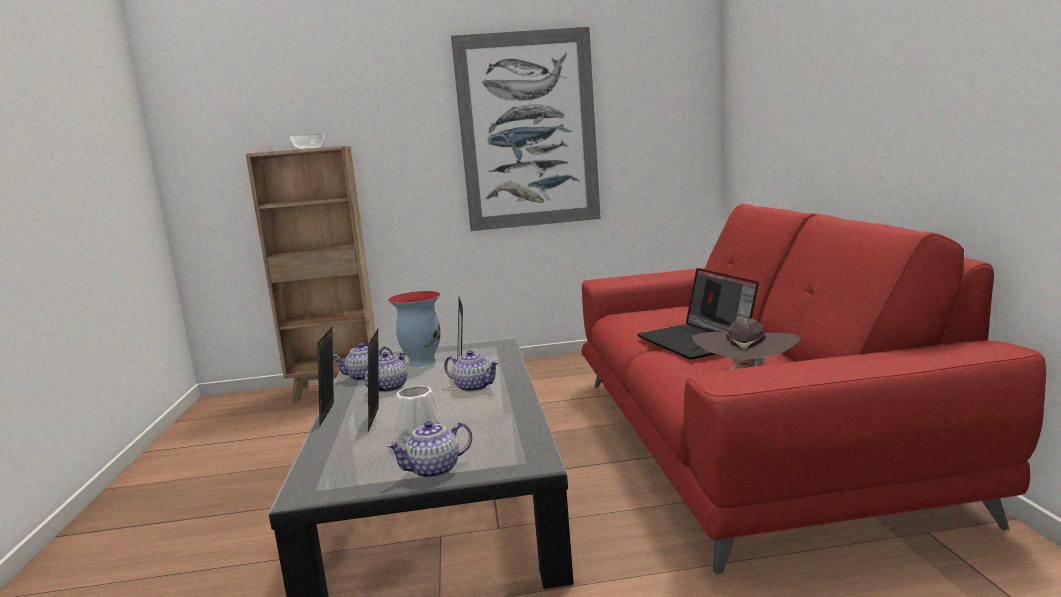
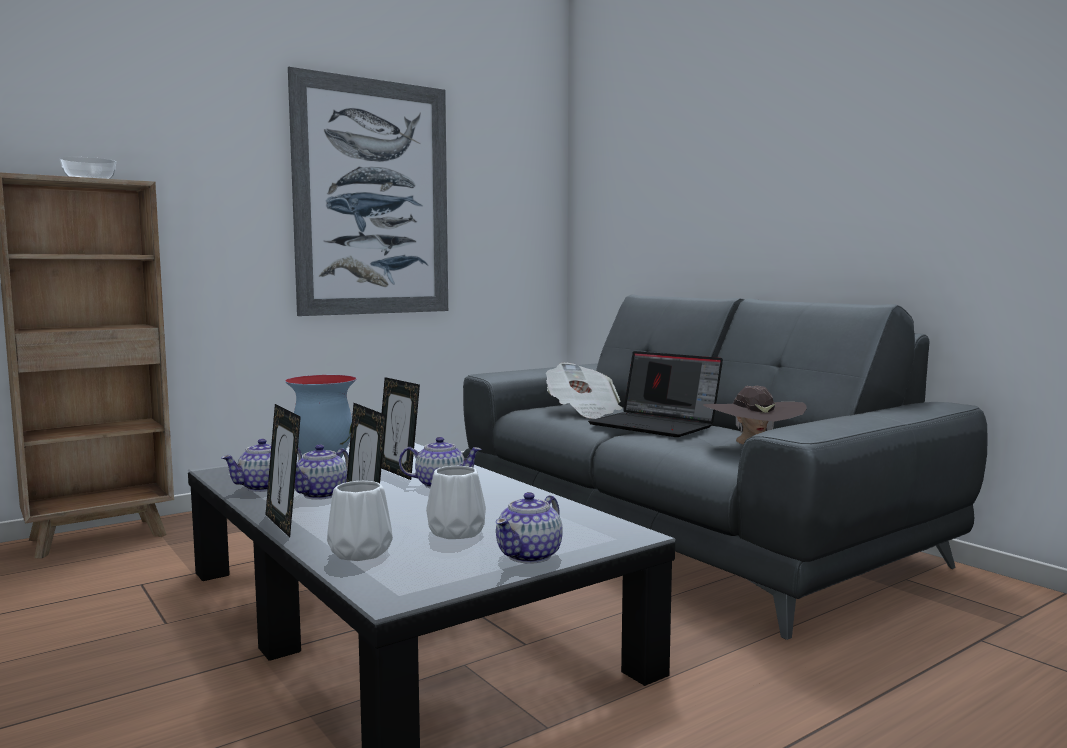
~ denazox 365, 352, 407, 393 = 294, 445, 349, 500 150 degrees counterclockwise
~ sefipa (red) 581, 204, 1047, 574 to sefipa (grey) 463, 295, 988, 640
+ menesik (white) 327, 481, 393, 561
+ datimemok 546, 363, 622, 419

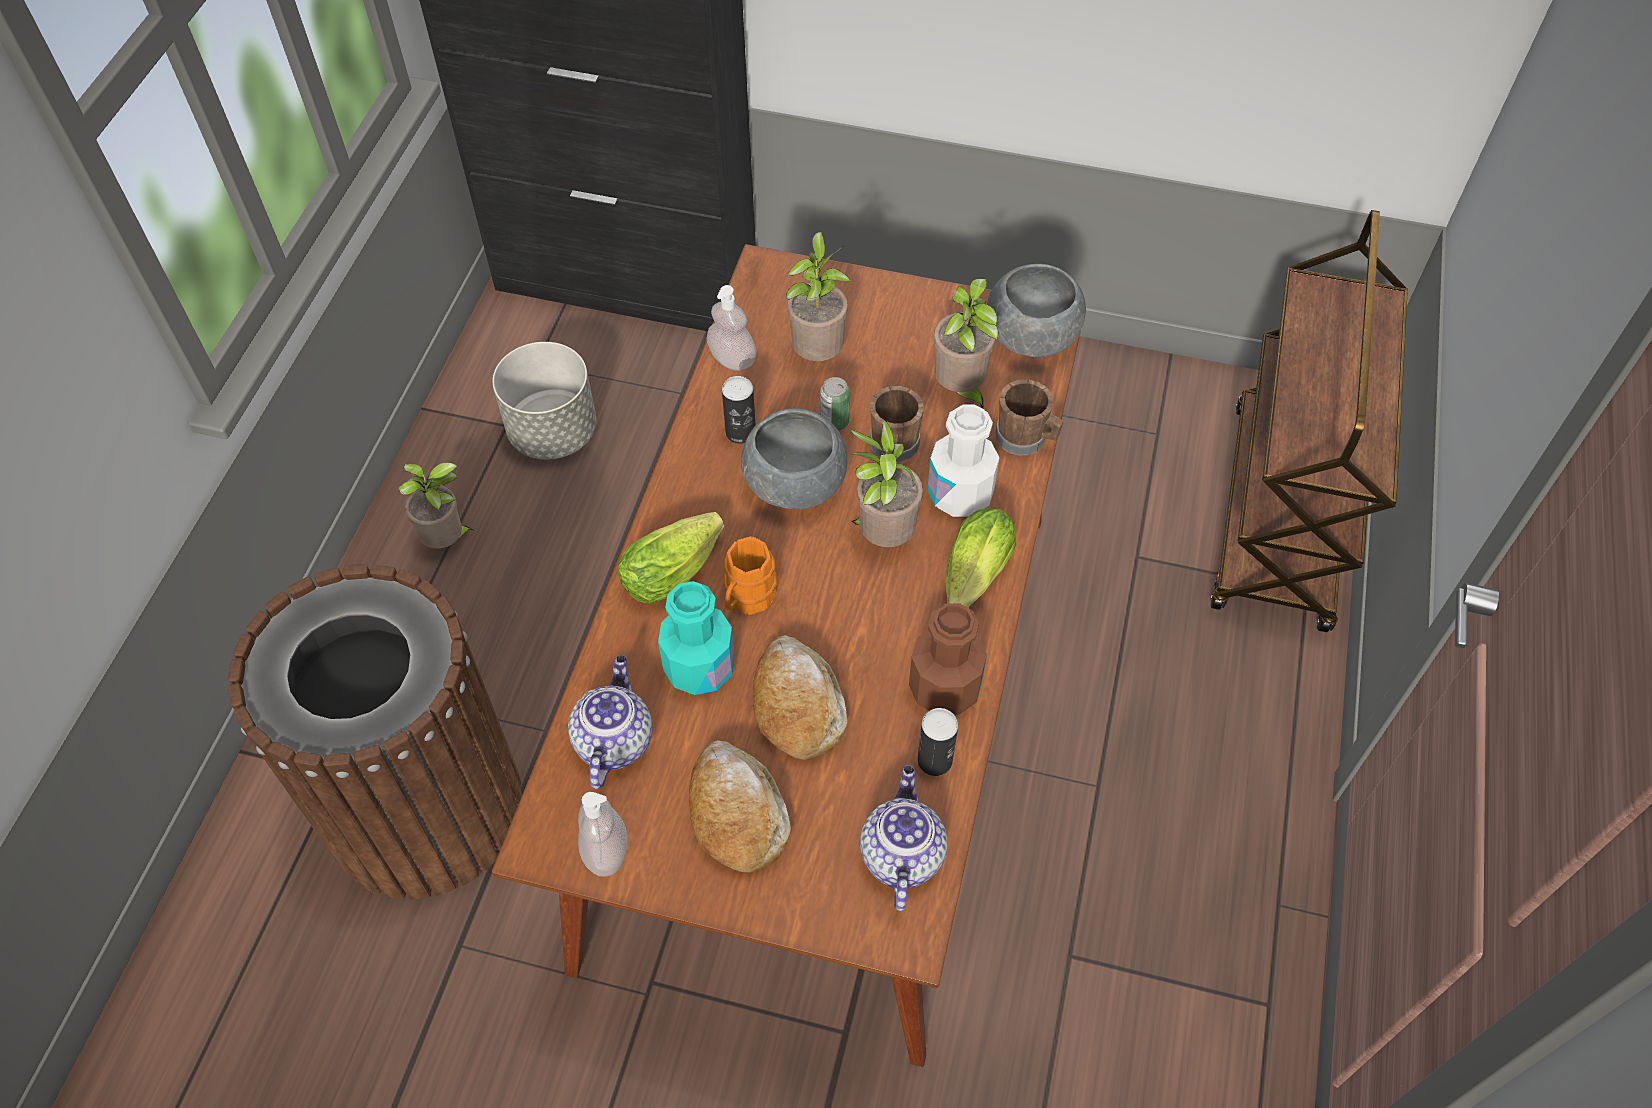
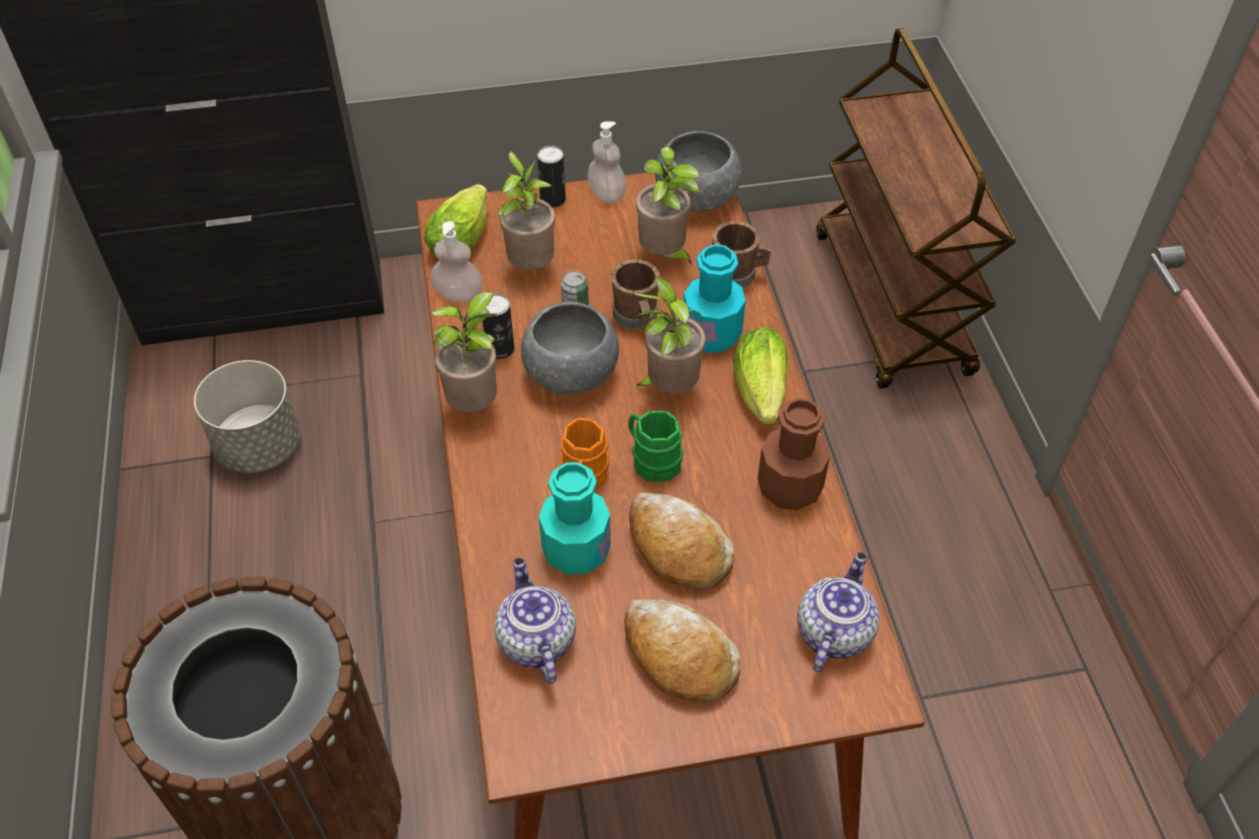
~ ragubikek 398, 463, 475, 549 to 431, 291, 497, 412
~ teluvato 578, 792, 628, 877 to 587, 121, 626, 203
~ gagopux 618, 512, 724, 604 to 424, 184, 488, 255
~ denazox 860, 765, 948, 911 = 797, 552, 879, 672 45 degrees clockwise
~ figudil 917, 708, 958, 776 to 537, 145, 566, 208
~ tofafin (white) 927, 404, 999, 517 to tofafin (turquoise) 684, 244, 746, 353
+ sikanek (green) 628, 411, 684, 482

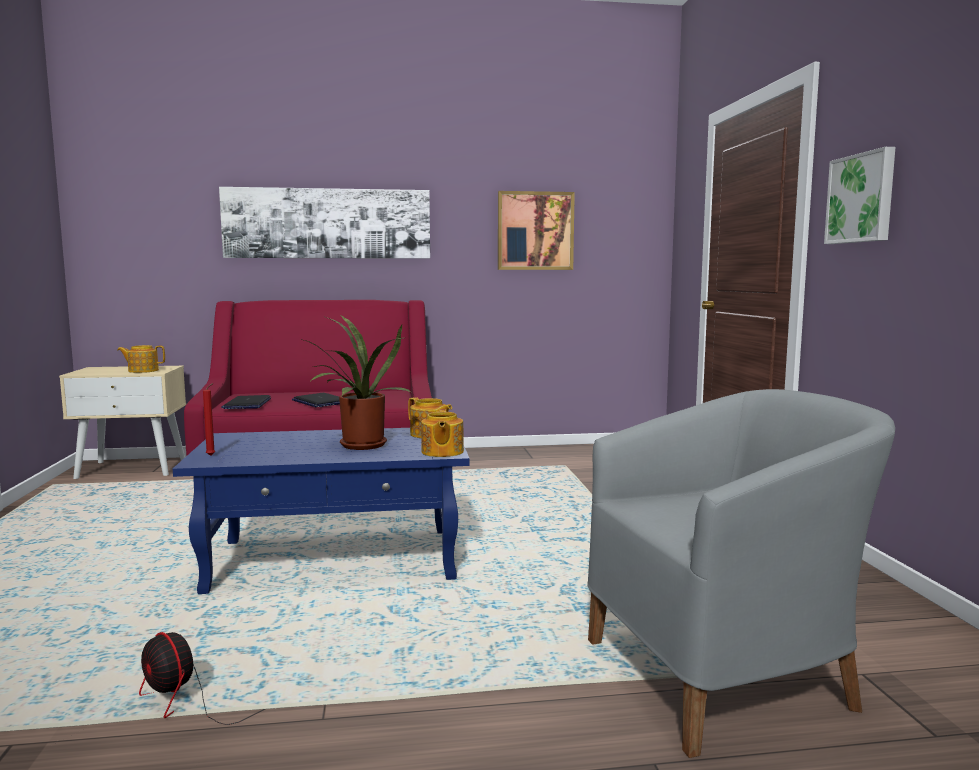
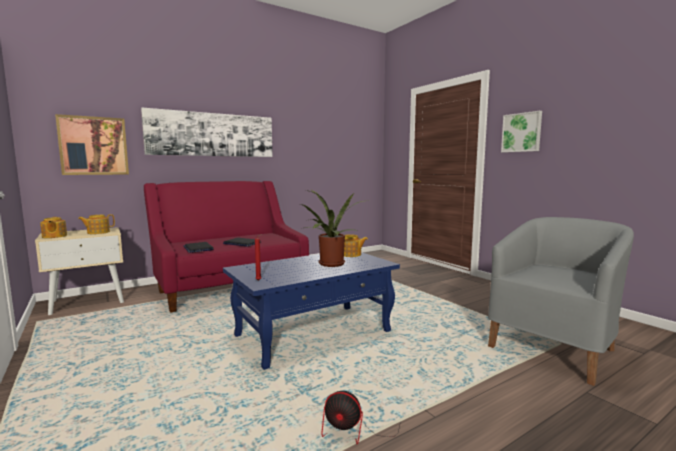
~ denazox 421, 409, 464, 457 to 40, 217, 67, 238
~ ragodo 498, 191, 575, 270 to 55, 114, 129, 175

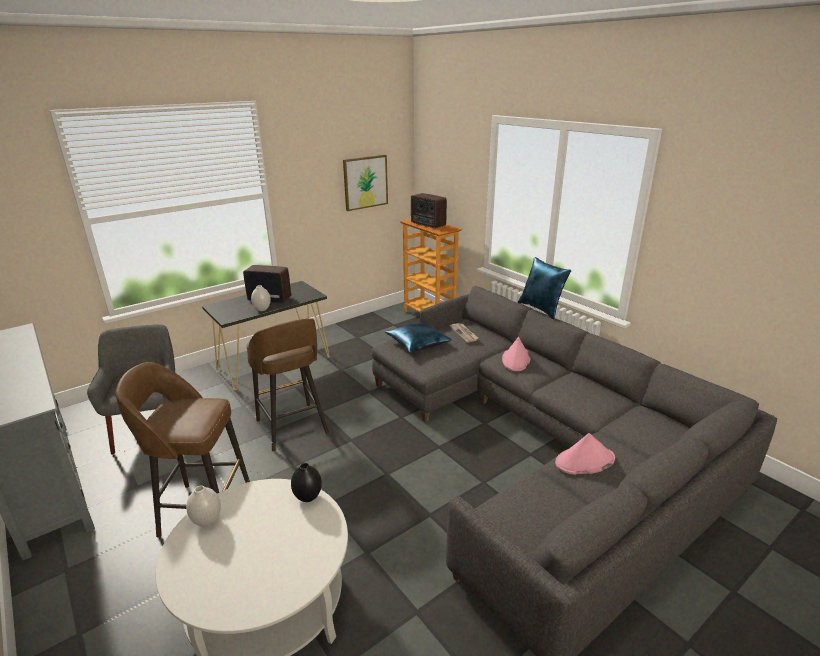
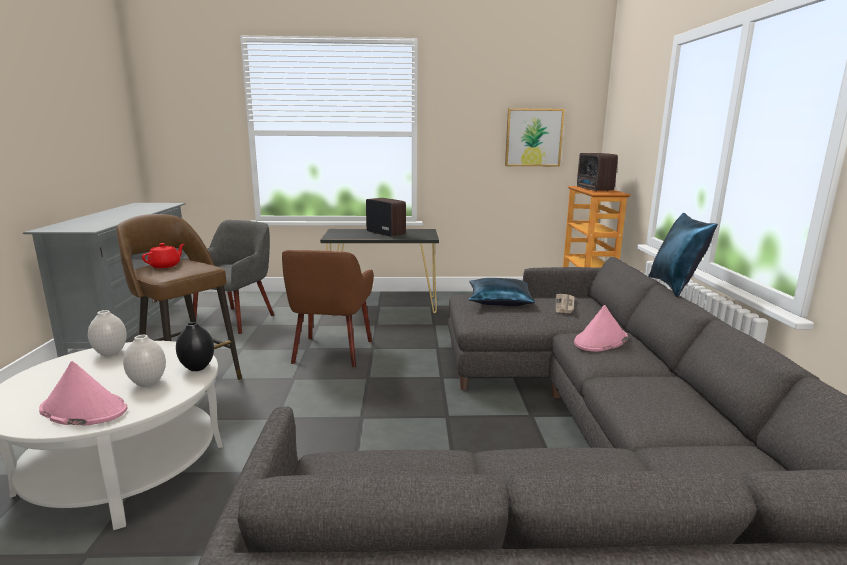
~ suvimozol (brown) 247, 318, 329, 452 to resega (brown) 282, 250, 374, 367
~ menesik (white) 251, 285, 271, 311 to 123, 335, 166, 387
~ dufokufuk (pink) 555, 433, 615, 475 to 39, 361, 127, 425
+ denazox (red) 142, 243, 184, 268

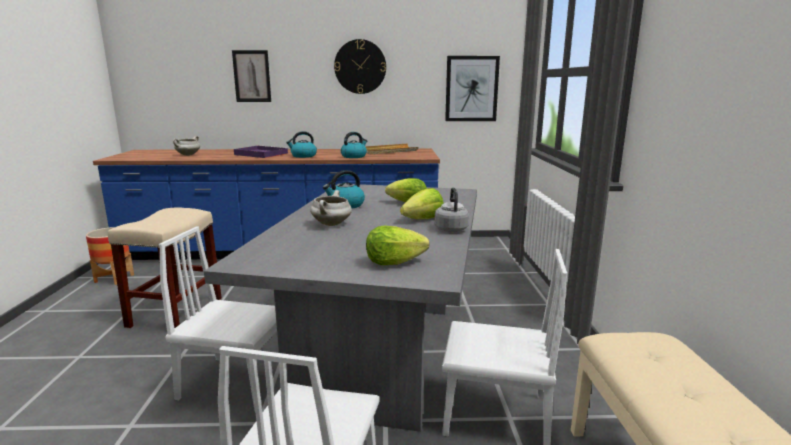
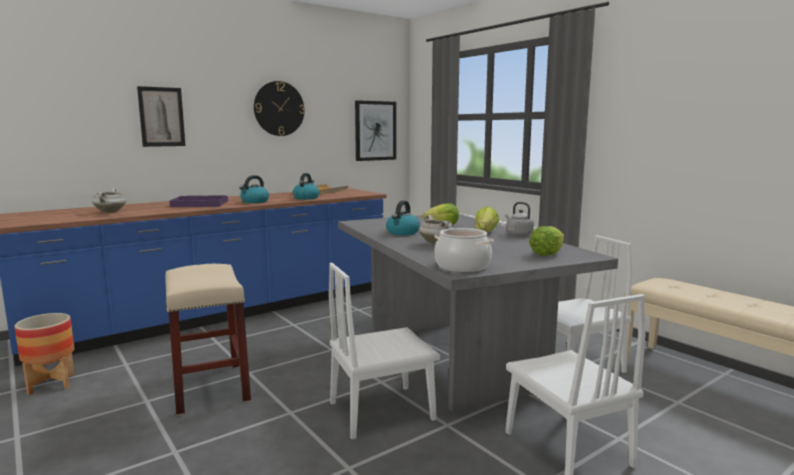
+ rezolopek 435, 228, 493, 272

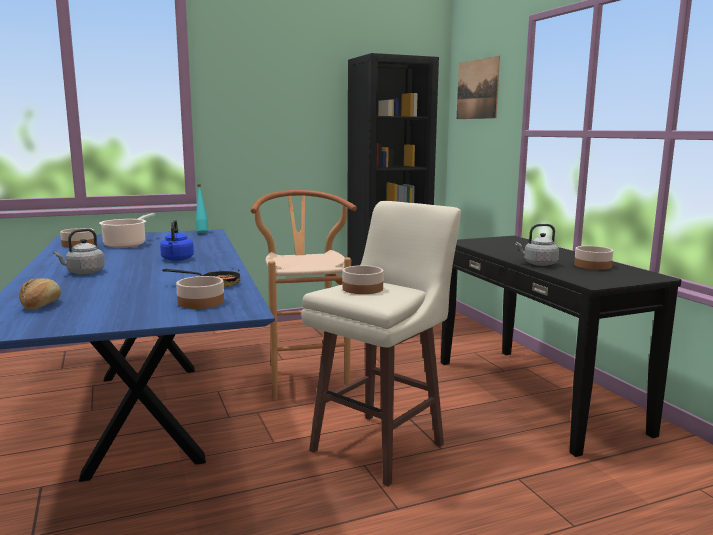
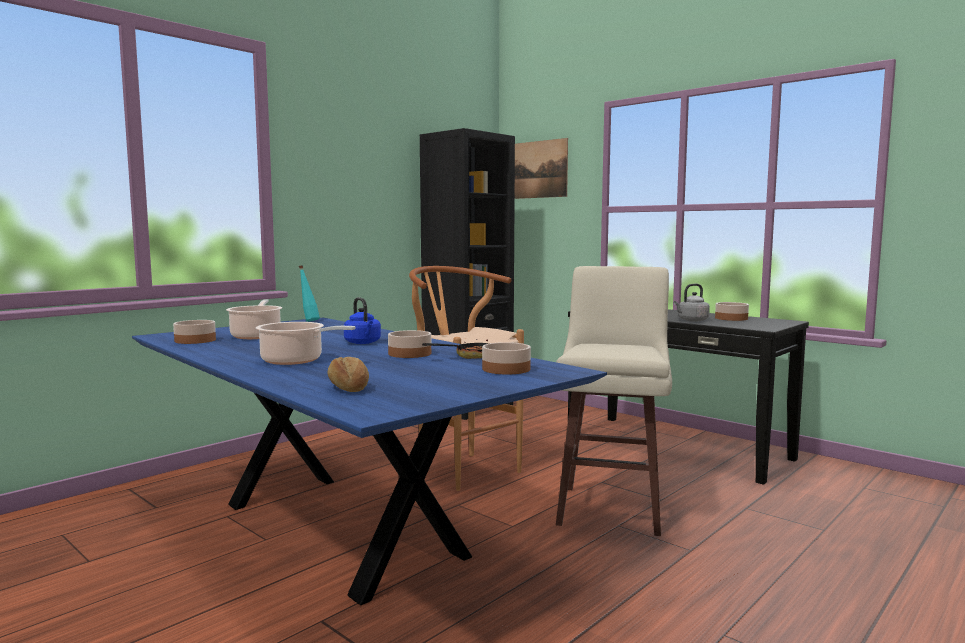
~ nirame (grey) 53, 229, 105, 274 to rezolopek 256, 322, 356, 365
~ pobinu 342, 265, 384, 294 to 388, 330, 431, 358

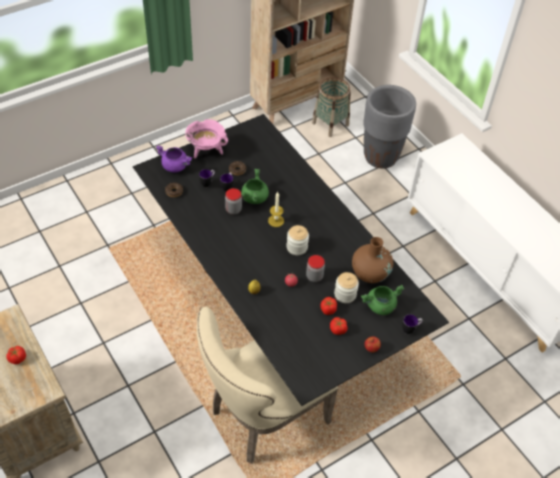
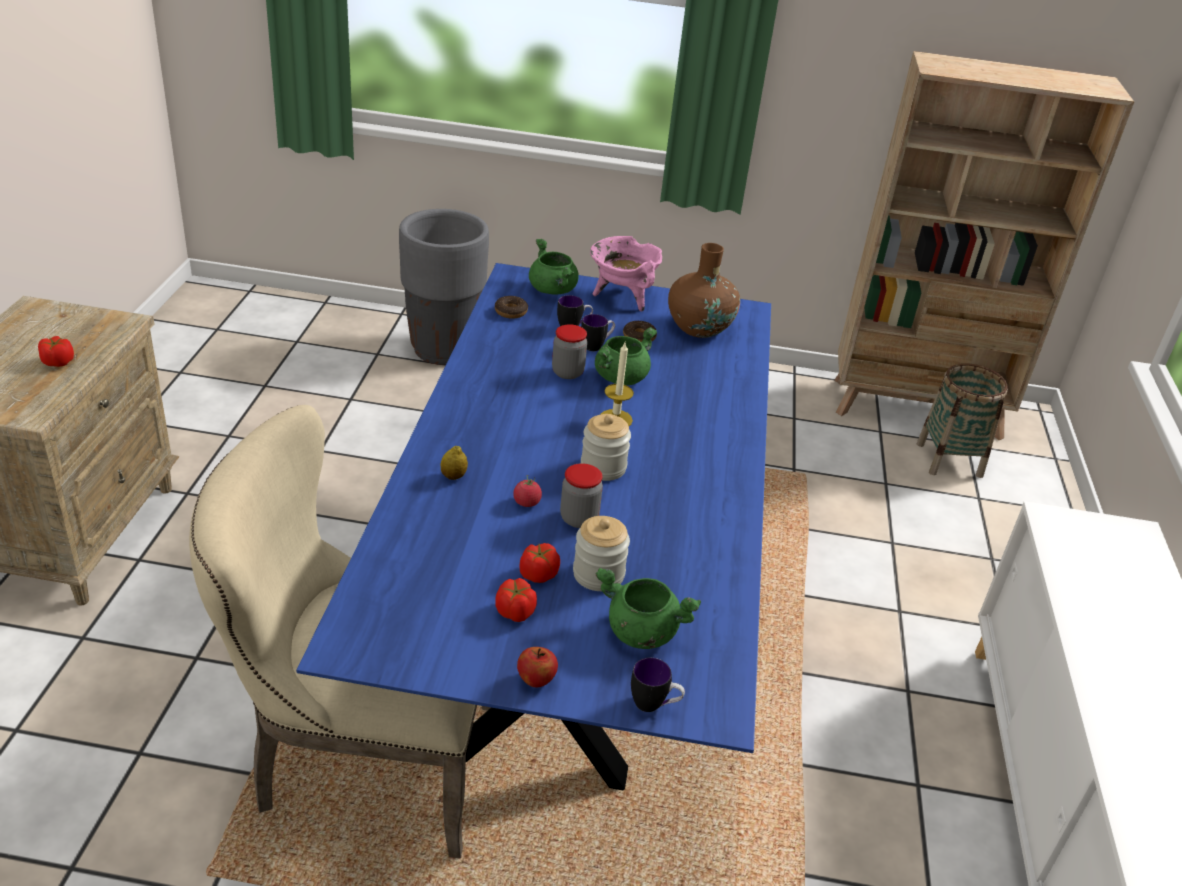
~ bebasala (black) 133, 114, 449, 406 to bebasala (blue) 296, 263, 771, 790
~ rezolopek (purple) 156, 146, 193, 173 to rezolopek (green) 529, 239, 579, 295
~ menesik (brown) 352, 237, 393, 283 to 668, 243, 740, 338
~ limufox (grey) 363, 85, 416, 169 to 399, 209, 489, 365

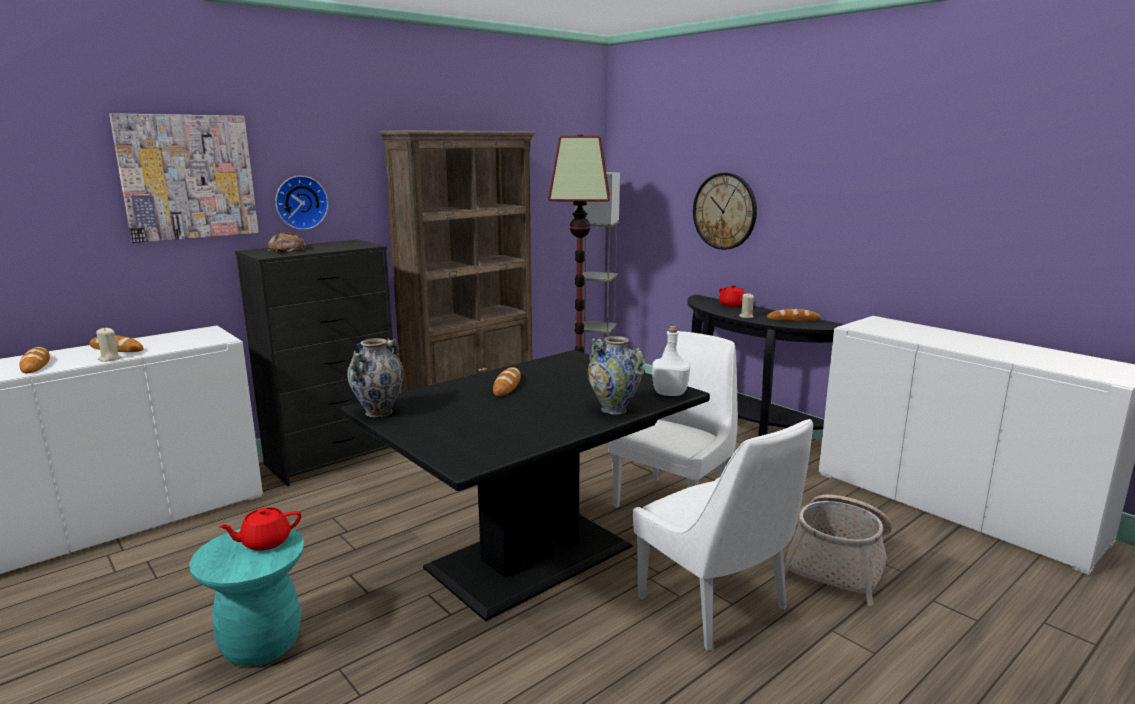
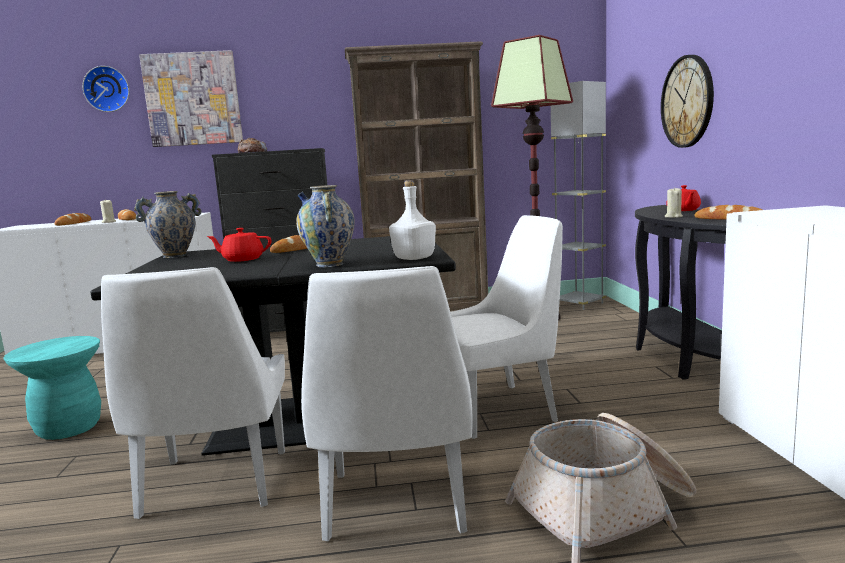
~ denazox (red) 218, 508, 301, 551 to 207, 228, 272, 262
~ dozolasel 275, 176, 328, 230 to 82, 66, 129, 112
+ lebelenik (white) 101, 267, 285, 519

